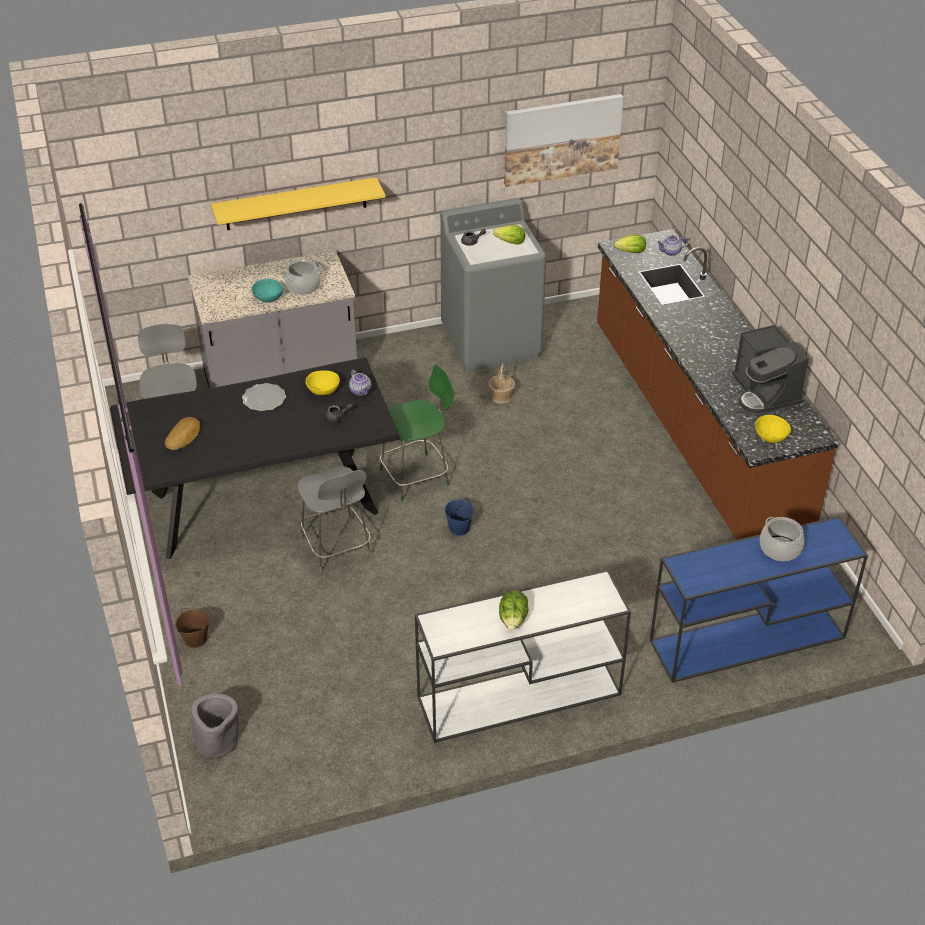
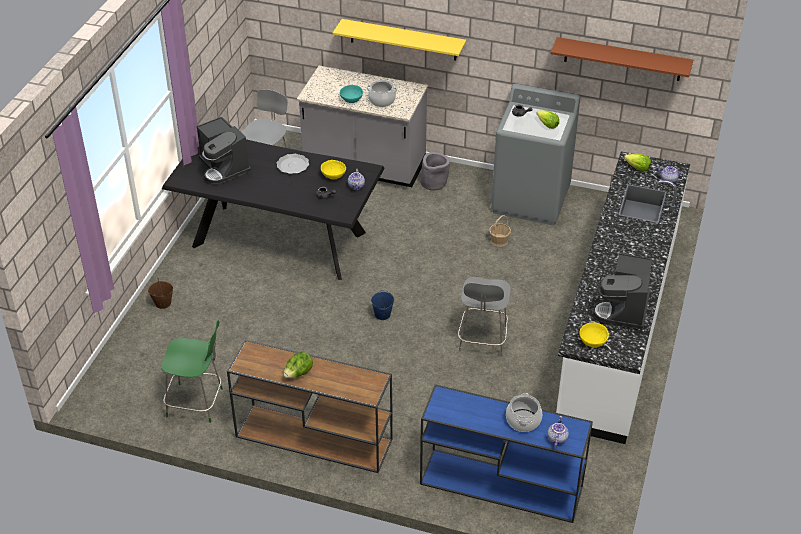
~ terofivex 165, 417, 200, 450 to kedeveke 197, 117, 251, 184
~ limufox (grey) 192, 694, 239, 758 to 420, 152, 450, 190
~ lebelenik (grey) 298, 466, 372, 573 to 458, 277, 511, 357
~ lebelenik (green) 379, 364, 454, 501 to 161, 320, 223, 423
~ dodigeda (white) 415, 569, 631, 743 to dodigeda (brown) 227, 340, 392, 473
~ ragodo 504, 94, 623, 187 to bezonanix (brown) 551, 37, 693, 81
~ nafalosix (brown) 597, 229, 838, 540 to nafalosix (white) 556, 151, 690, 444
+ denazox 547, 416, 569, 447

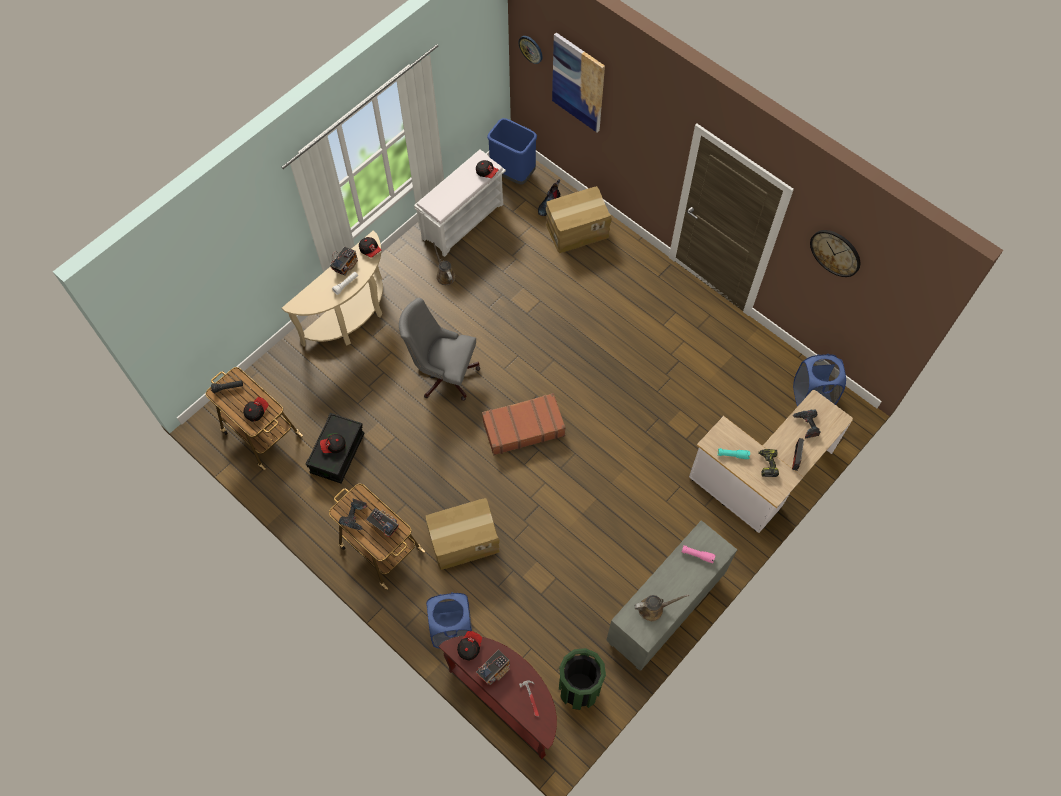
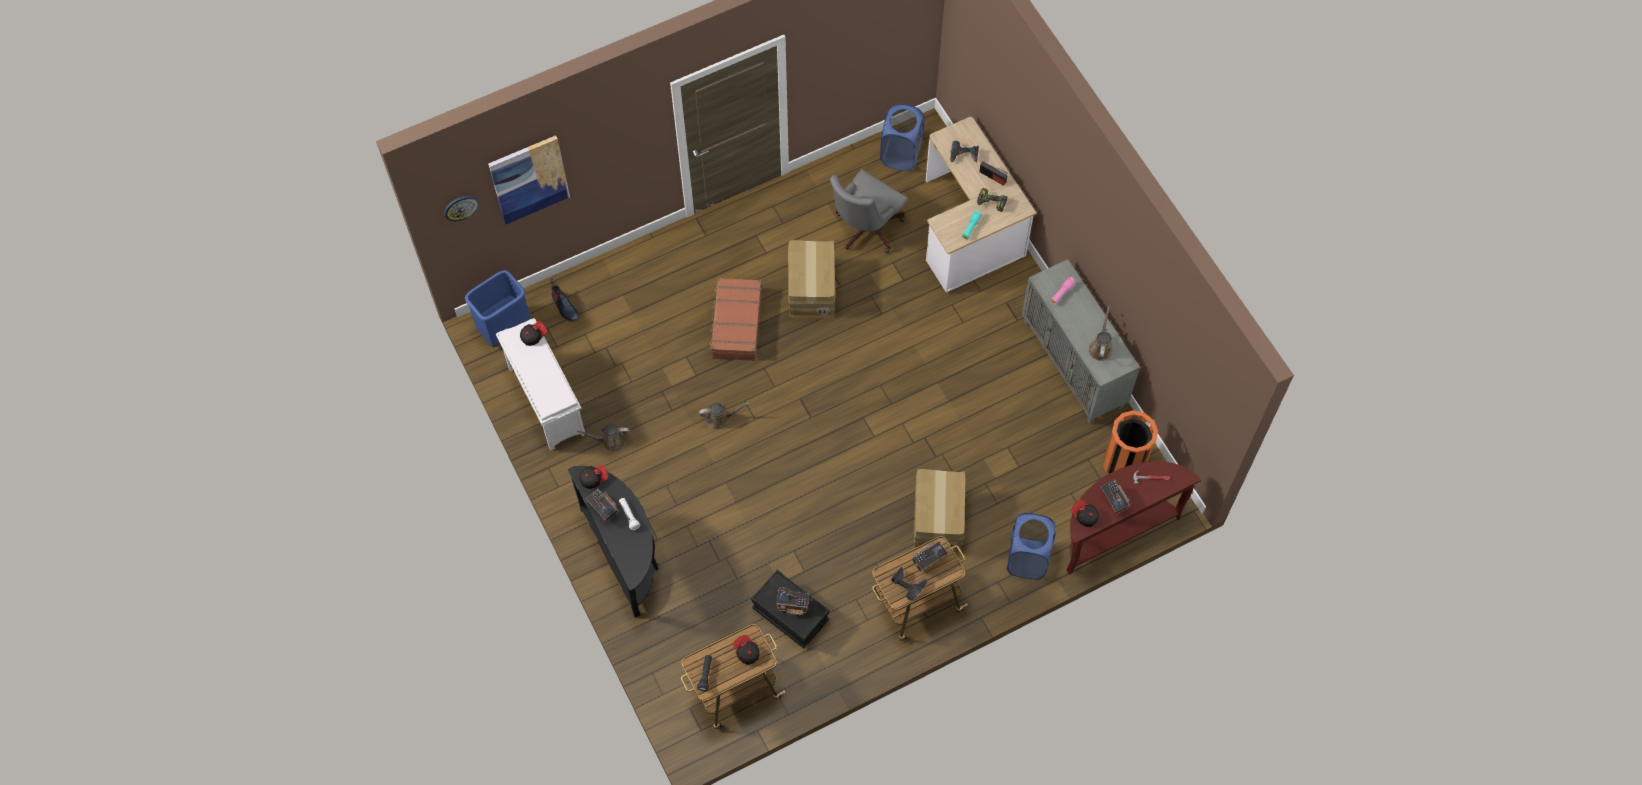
~ dodigeda (beige) 282, 231, 383, 346 to dodigeda (black) 568, 466, 658, 618
~ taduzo 320, 434, 345, 453 to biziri 777, 587, 809, 615
~ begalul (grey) 399, 298, 480, 401 to 830, 169, 908, 253
~ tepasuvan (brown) 482, 393, 566, 455 to 709, 278, 762, 361
~ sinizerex 546, 186, 612, 253 to 788, 240, 835, 318
~ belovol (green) 559, 648, 606, 710 to belovol (orange) 1103, 410, 1158, 473
- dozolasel 810, 230, 860, 277
+ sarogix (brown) 699, 402, 750, 430

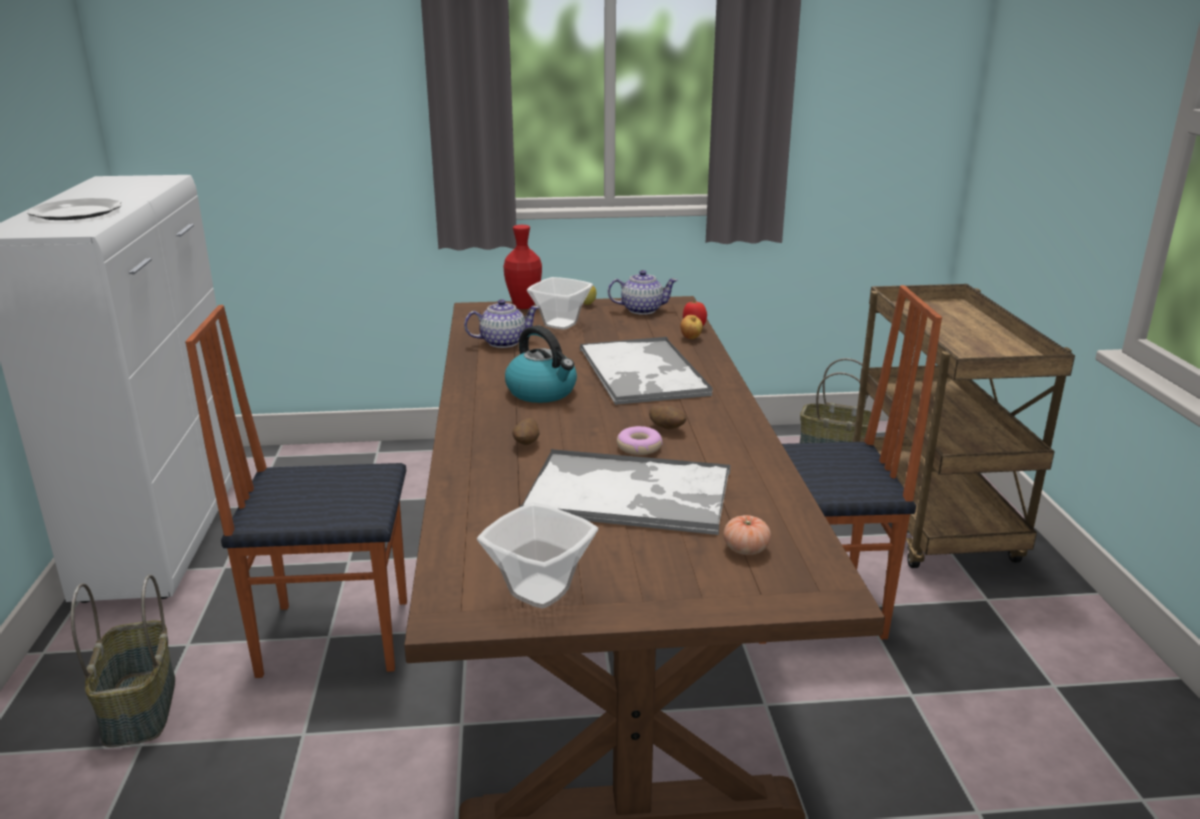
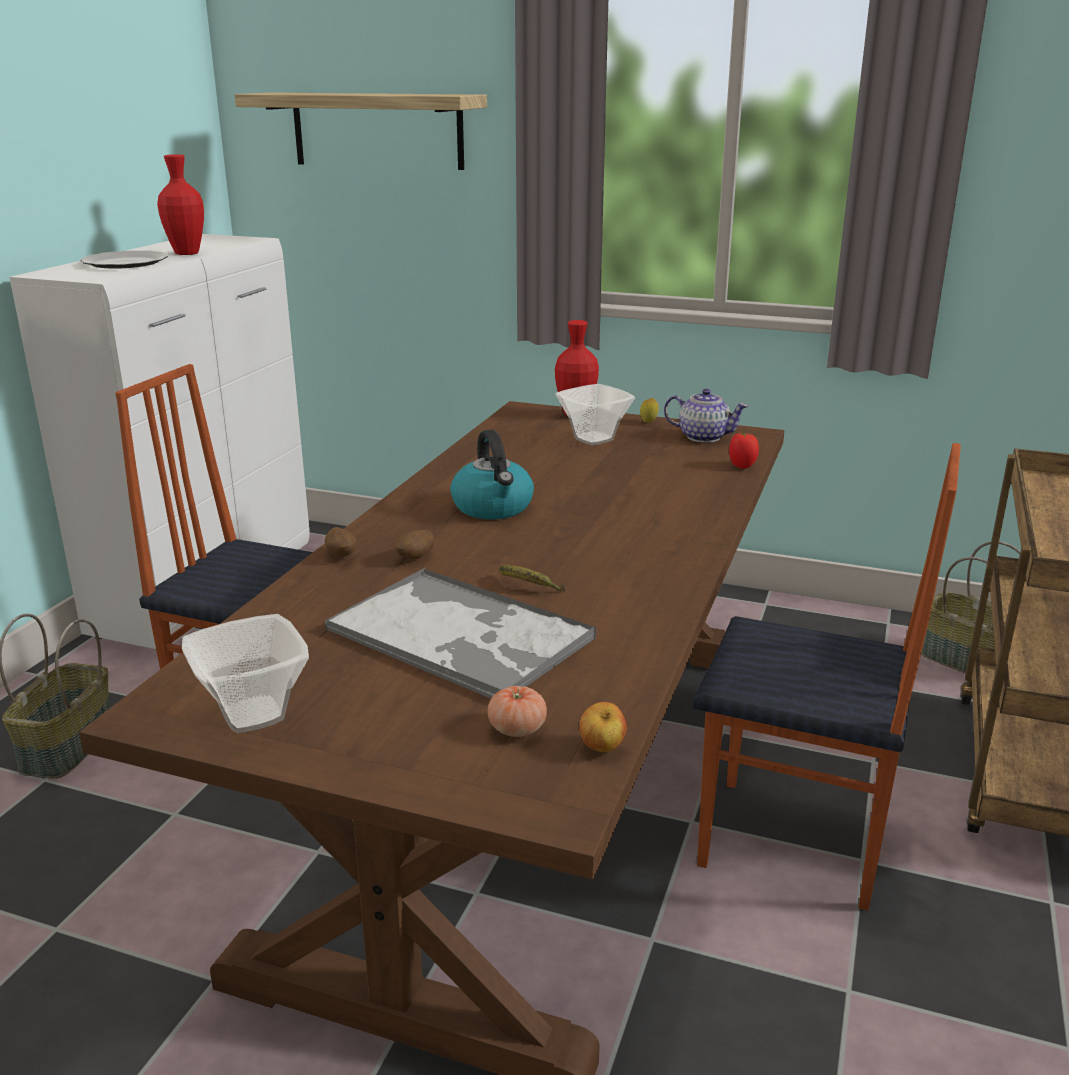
- denazox 464, 299, 540, 348
- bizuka 580, 337, 713, 405
~ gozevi 617, 426, 663, 455 to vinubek 499, 565, 565, 592
~ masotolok 649, 406, 686, 429 to 325, 527, 357, 557
~ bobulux 680, 315, 703, 339 to 579, 702, 627, 752
+ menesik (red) 157, 154, 204, 255
+ bezonanix 235, 93, 487, 170

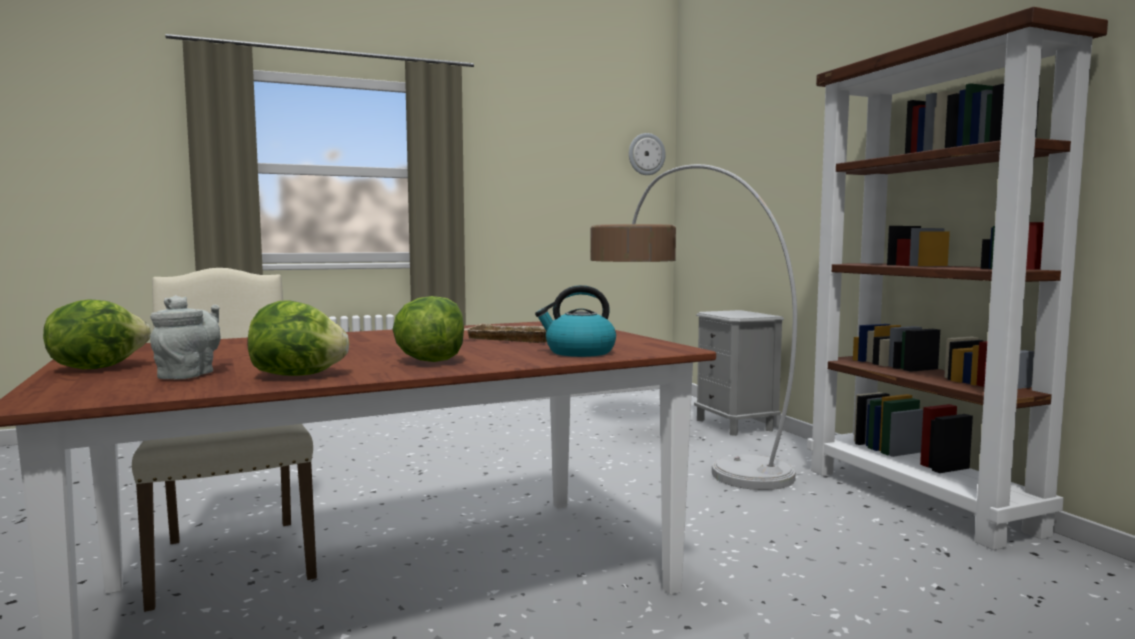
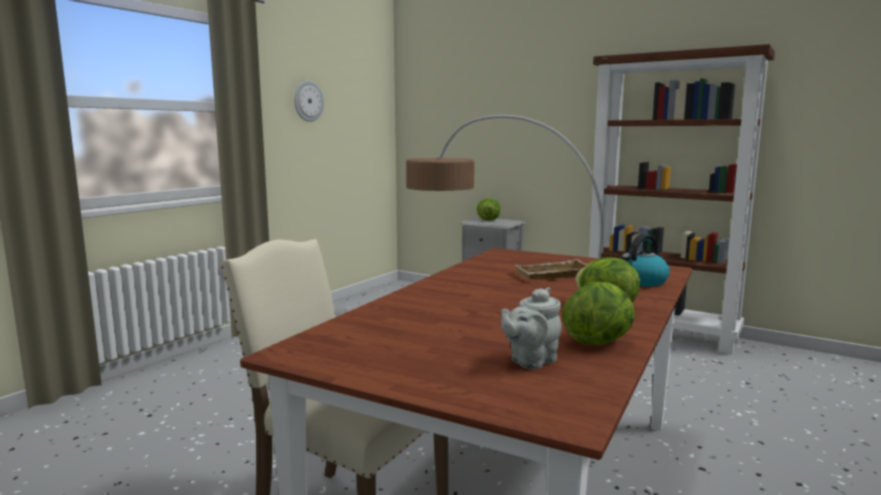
~ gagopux 43, 299, 151, 369 to 477, 198, 500, 221
~ denazox (grey) 150, 295, 221, 379 = 501, 288, 562, 369 105 degrees counterclockwise
~ dozolasel 629, 133, 666, 175 to 294, 81, 324, 122

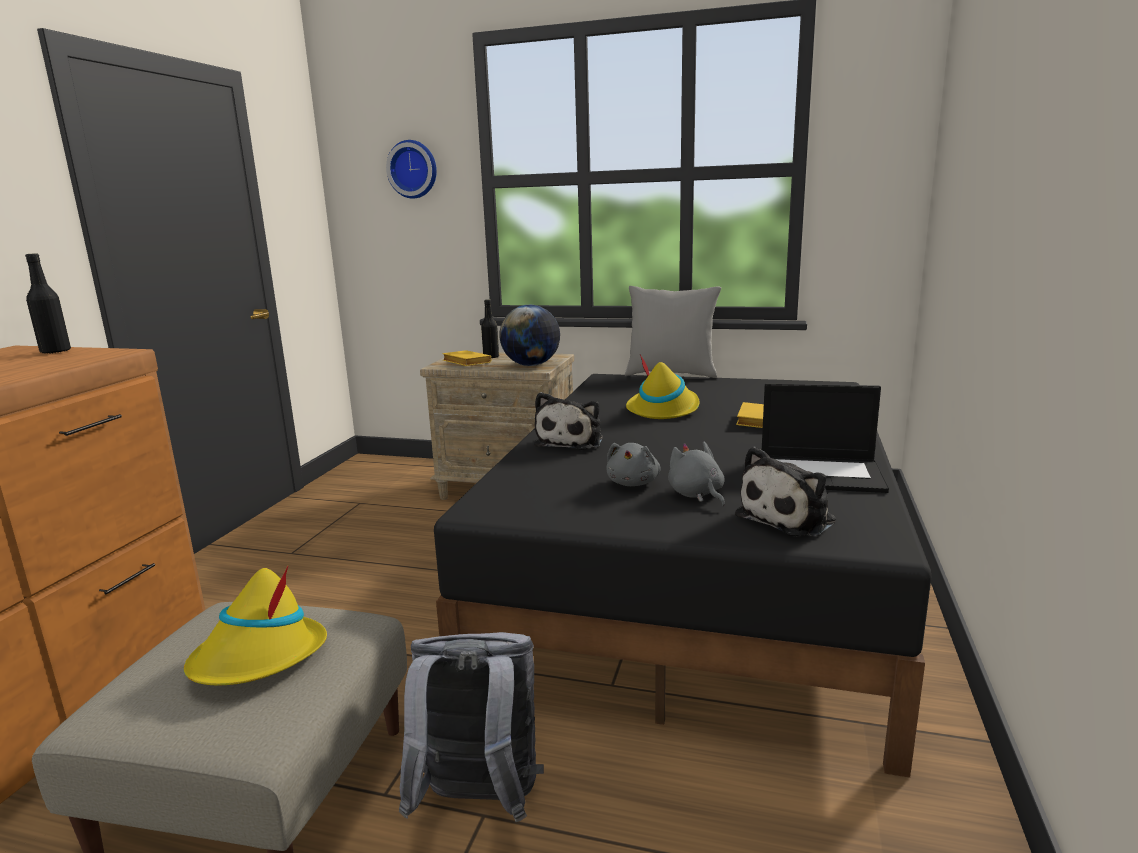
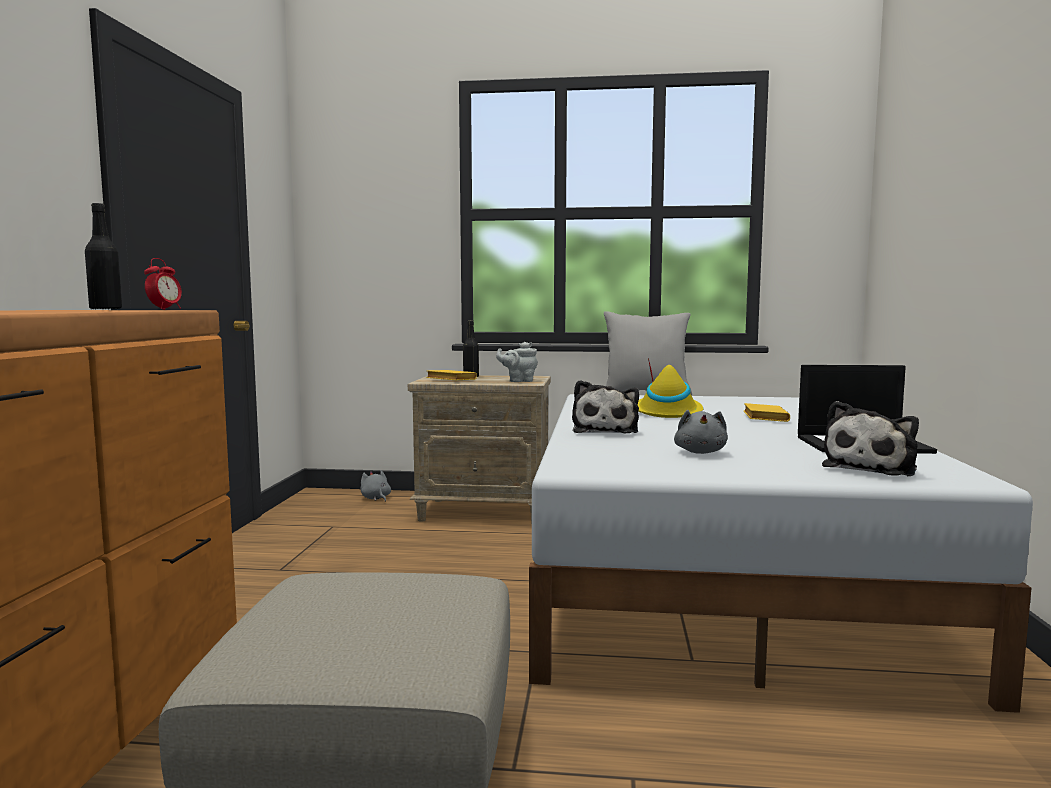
- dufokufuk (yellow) 184, 565, 327, 685
- dozolasel 386, 140, 437, 199
- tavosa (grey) 399, 632, 544, 822
~ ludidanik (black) 434, 374, 931, 778 to ludidanik (white) 529, 394, 1033, 713
~ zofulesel 499, 305, 560, 366 to denazox (grey) 496, 342, 538, 382
~ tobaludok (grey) 668, 442, 725, 506 to 360, 470, 391, 502
+ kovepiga 144, 258, 182, 310

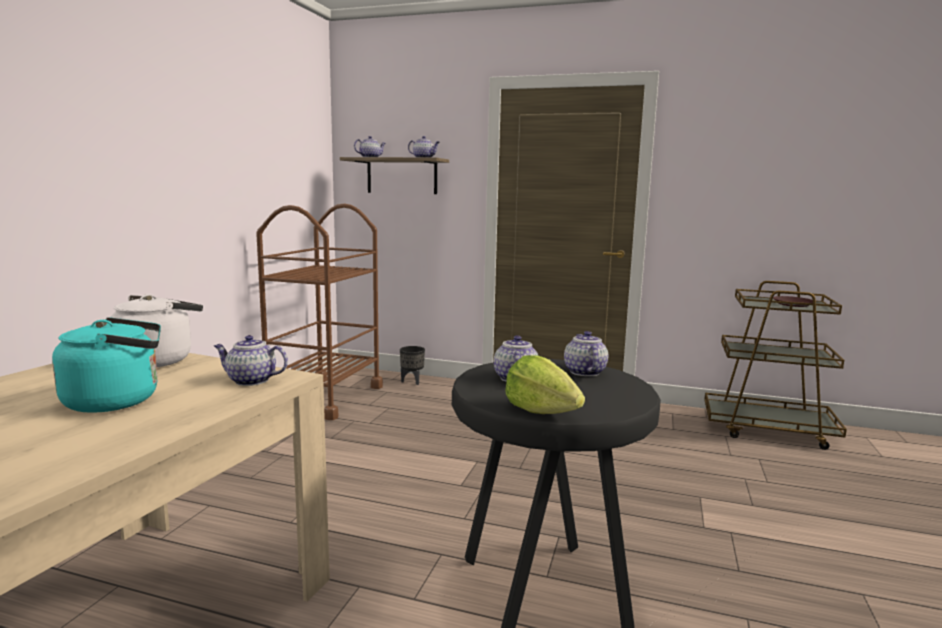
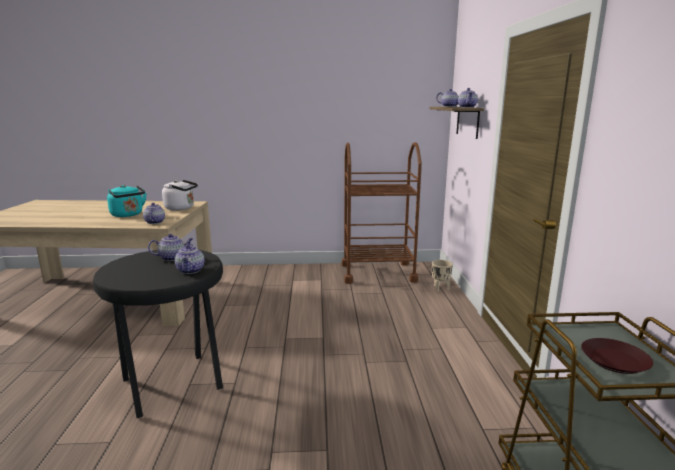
~ limufox (black) 400, 346, 425, 385 to limufox (beige) 432, 260, 453, 292
- gagopux 505, 355, 585, 414
~ denazox 564, 331, 608, 376 = 175, 244, 204, 274 105 degrees clockwise

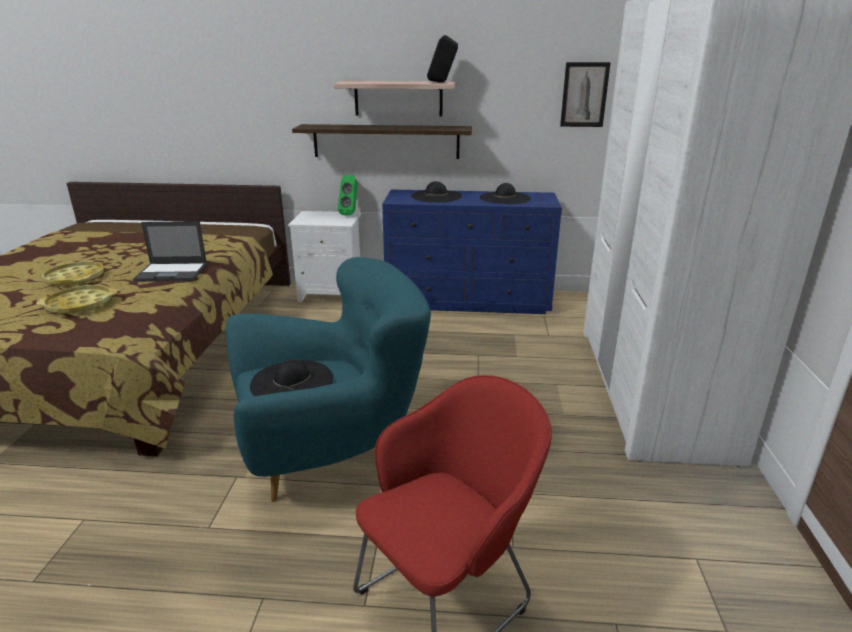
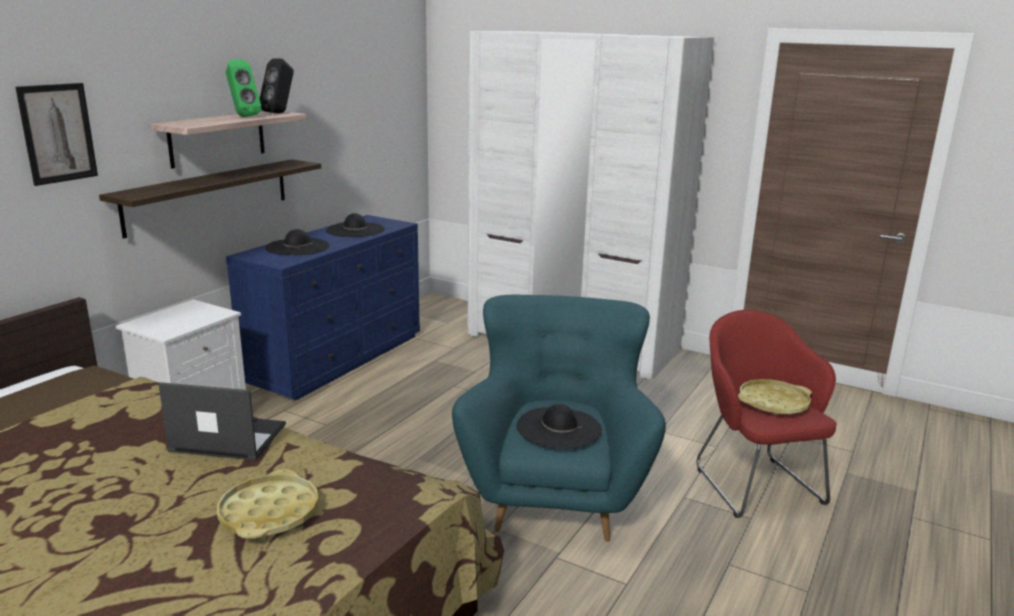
~ bizuka (yellow) 42, 261, 104, 286 to 738, 379, 812, 415
~ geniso 133, 221, 207, 282 = 158, 382, 286, 460 105 degrees counterclockwise
~ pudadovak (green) 338, 175, 358, 216 to 226, 60, 261, 117
~ ragodo 560, 62, 611, 127 to 15, 83, 98, 186

